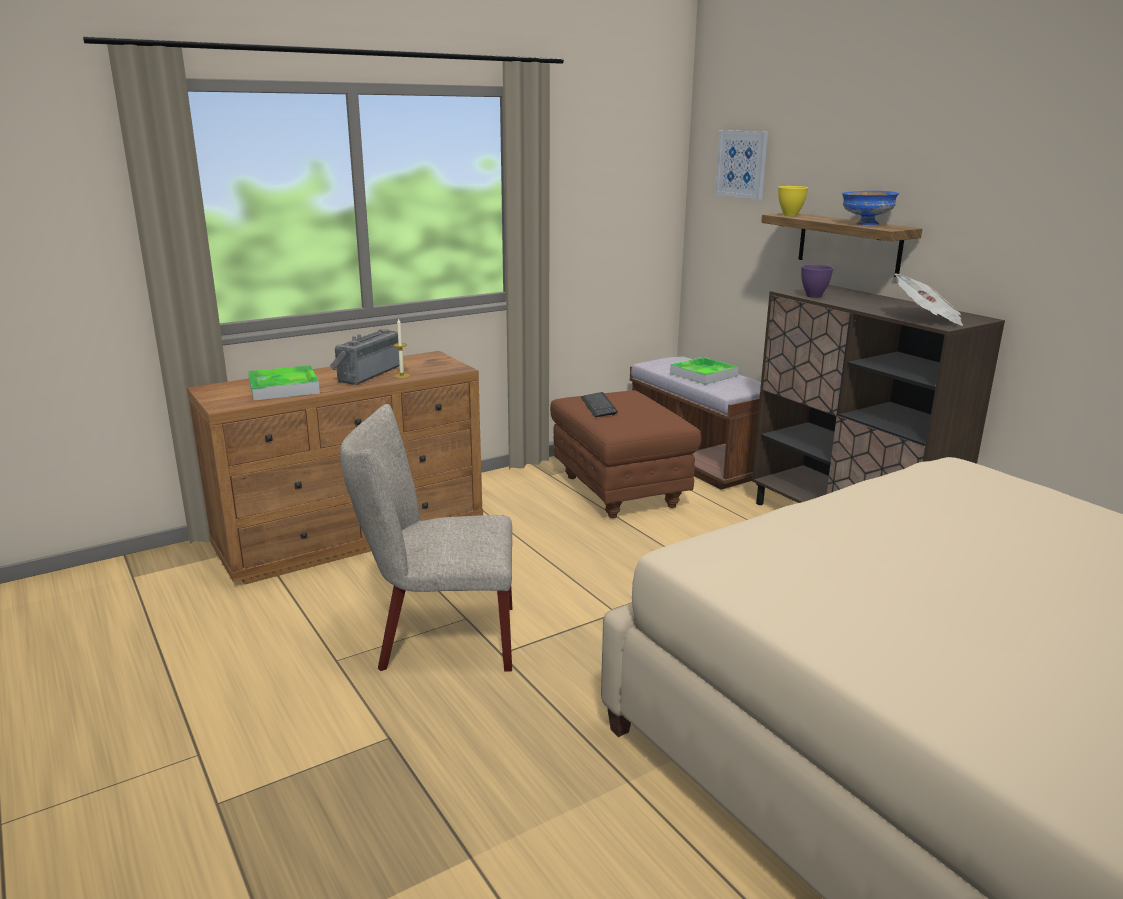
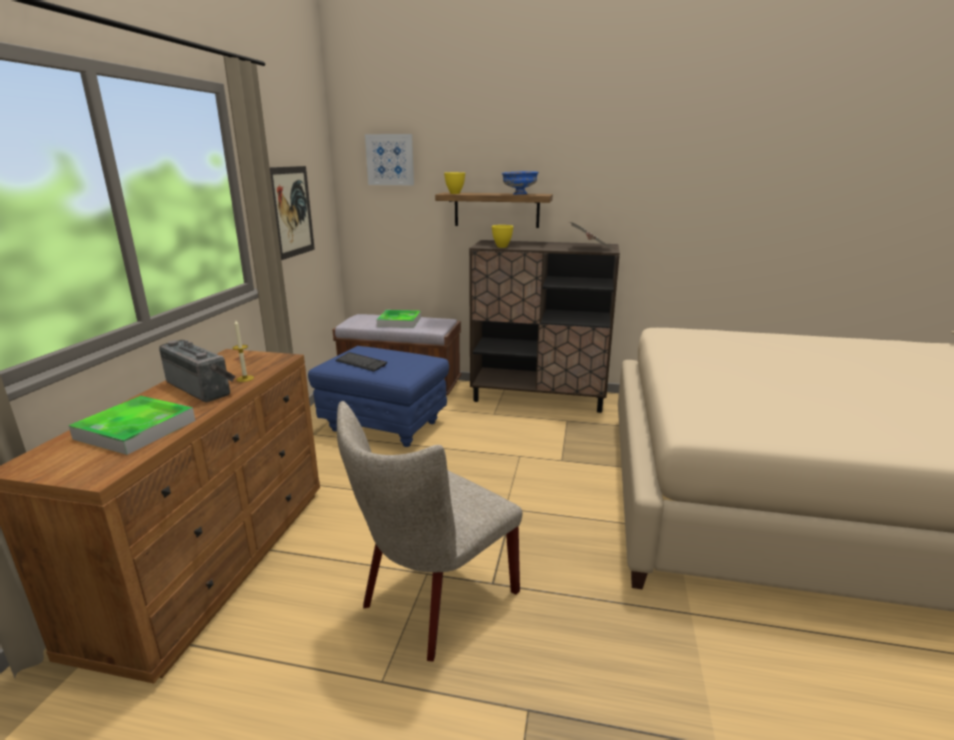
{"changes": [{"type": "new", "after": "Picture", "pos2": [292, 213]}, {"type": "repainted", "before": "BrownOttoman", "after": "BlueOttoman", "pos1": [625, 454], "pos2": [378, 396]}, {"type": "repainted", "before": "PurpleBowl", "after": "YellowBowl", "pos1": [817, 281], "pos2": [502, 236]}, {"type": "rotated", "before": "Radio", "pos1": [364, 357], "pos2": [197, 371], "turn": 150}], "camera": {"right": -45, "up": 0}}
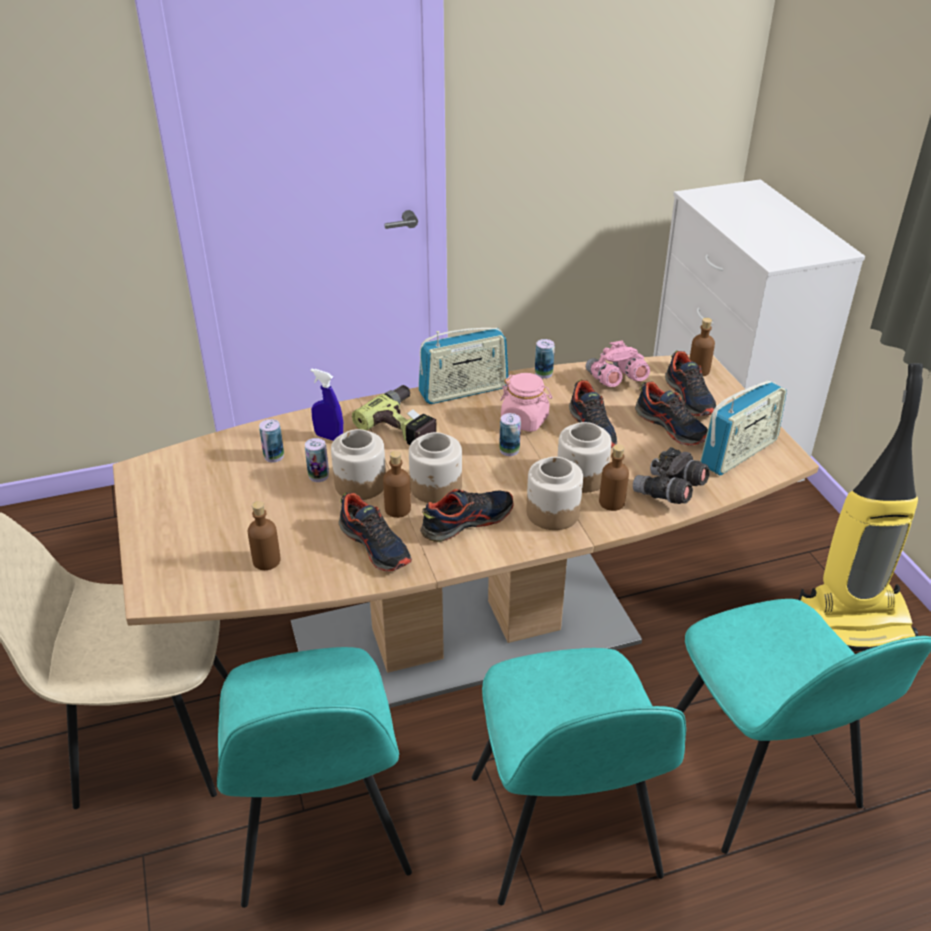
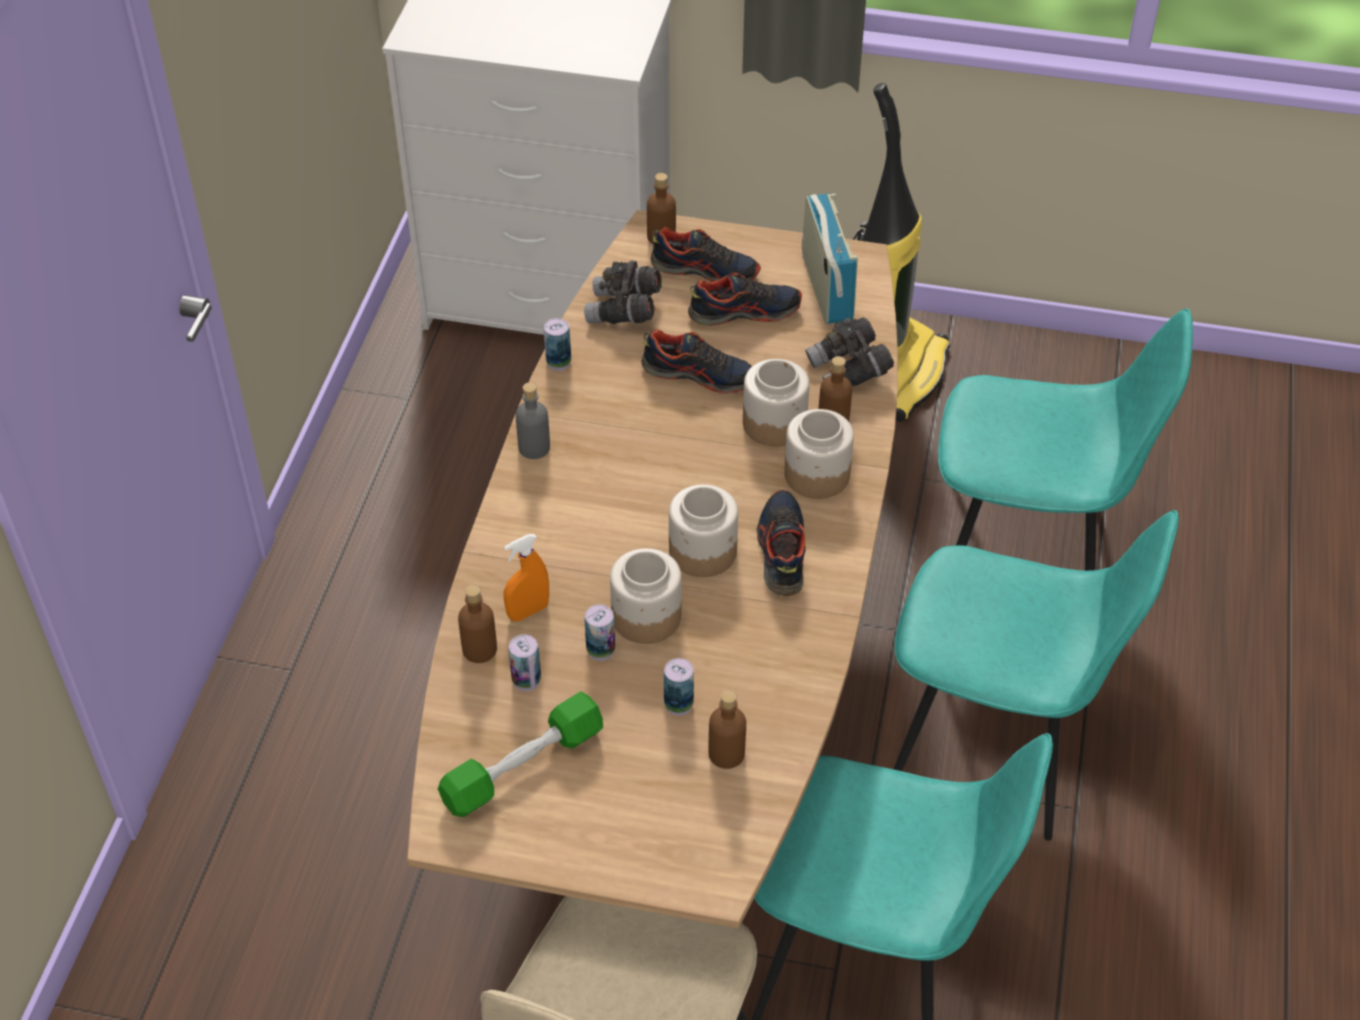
{"changes": [{"type": "gone", "before": "Shoe", "pos1": [375, 532]}, {"type": "gone", "before": "PowerDrill", "pos1": [394, 415]}, {"type": "gone", "before": "PinkJar", "pos1": [526, 402]}, {"type": "new", "after": "GreenDumbbell", "pos2": [520, 754]}, {"type": "shifted", "before": "BrownBottle", "pos1": [397, 484], "pos2": [477, 624]}, {"type": "shifted", "before": "Can", "pos1": [510, 434], "pos2": [679, 687]}, {"type": "swapped", "before": "Radio", "after": "GreyBottle", "pos1": [463, 366], "pos2": [533, 420]}, {"type": "repainted", "before": "BlueSprayBottle", "after": "OrangeSprayBottle", "pos1": [326, 404], "pos2": [526, 577]}, {"type": "repainted", "before": "PinkBinoculars", "after": "GreyBinoculars", "pos1": [618, 363], "pos2": [623, 292]}], "camera": {"right": -60, "up": 10}}
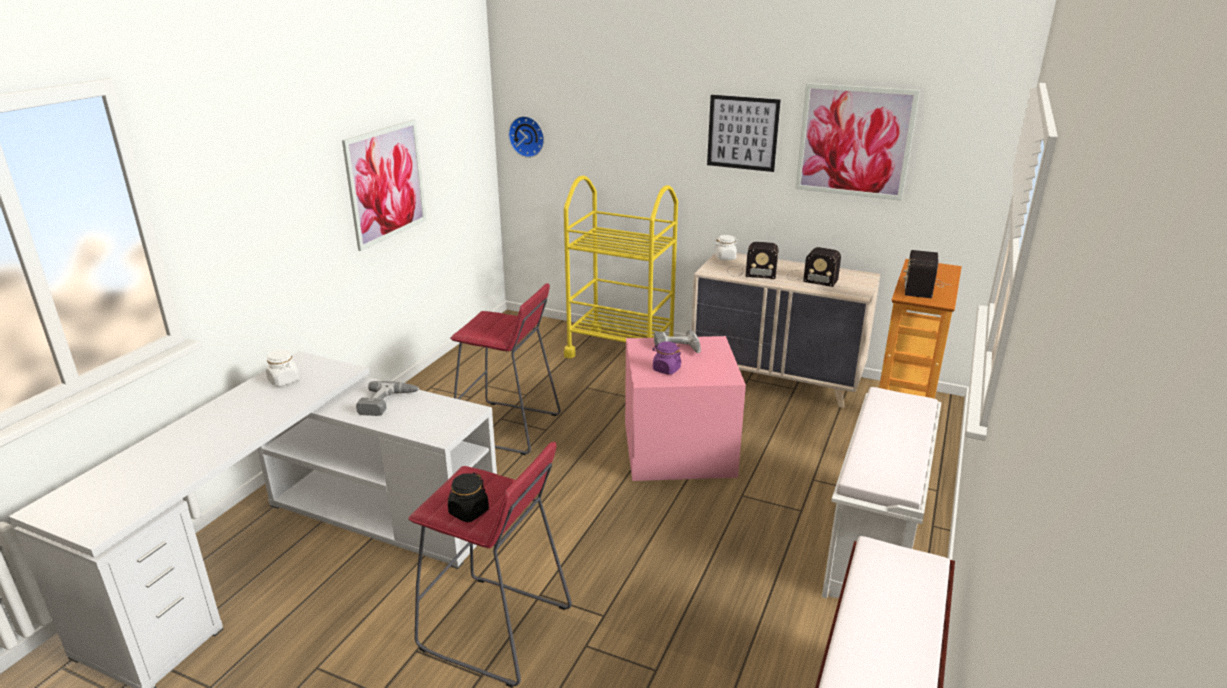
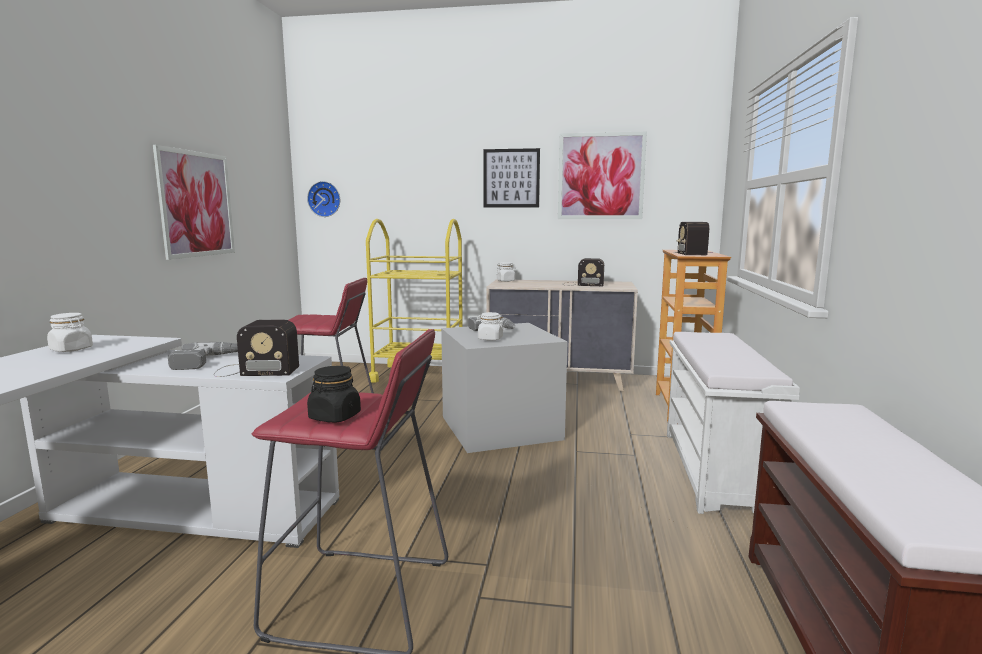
{"changes": [{"type": "shifted", "before": "Radio", "pos1": [752, 260], "pos2": [256, 348]}, {"type": "repainted", "before": "PinkStorageBox", "after": "GreyStorageBox", "pos1": [685, 408], "pos2": [504, 388]}, {"type": "repainted", "before": "PurpleJar", "after": "WhiteJar", "pos1": [667, 358], "pos2": [490, 326]}], "camera": {"right": -15, "up": -15}}
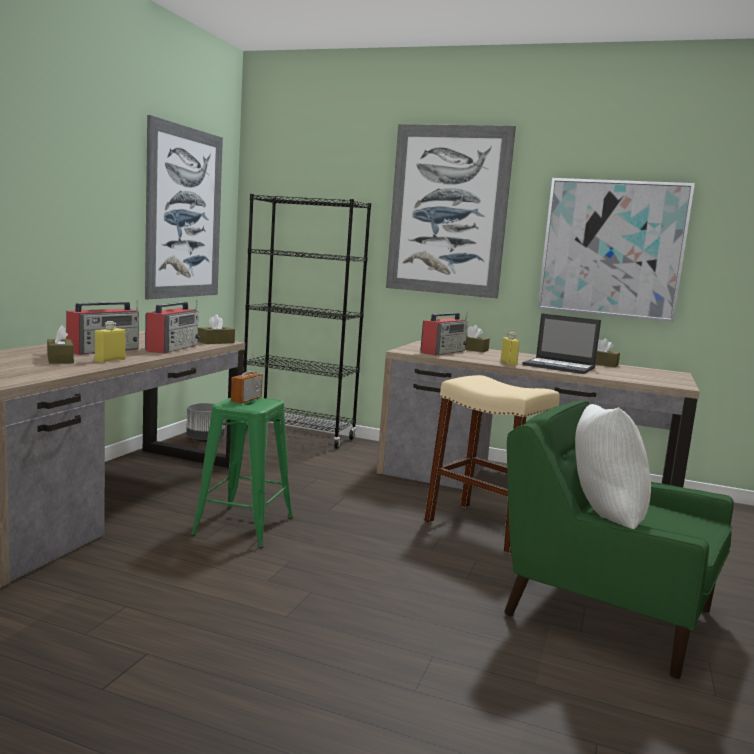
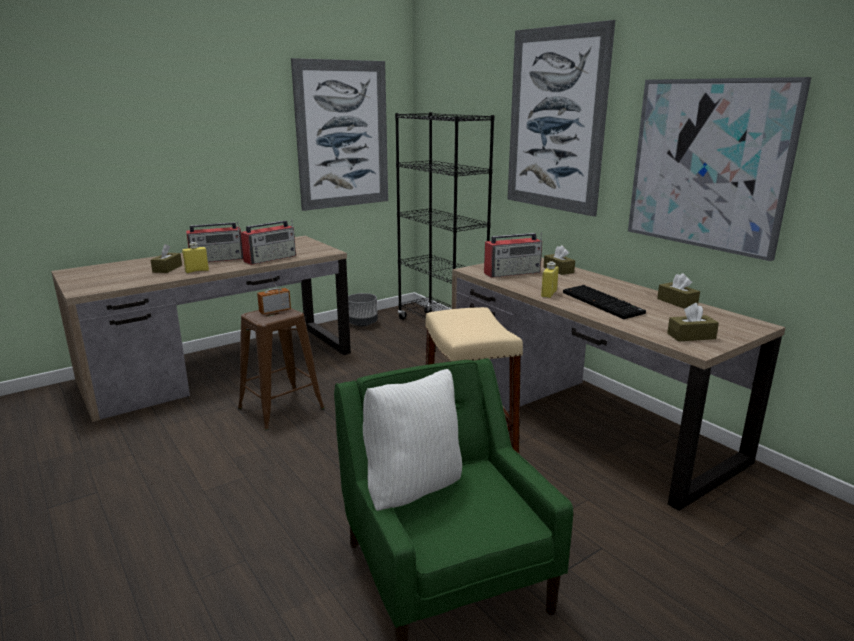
{"changes": [{"type": "shifted", "before": "BrownTissueBox", "pos1": [216, 329], "pos2": [693, 322]}, {"type": "swapped", "before": "Laptop", "after": "Keyboard", "pos1": [562, 343], "pos2": [604, 302]}, {"type": "repainted", "before": "GreenStool", "after": "BrownStool", "pos1": [242, 473], "pos2": [281, 369]}], "camera": {"right": 35, "up": 10}}
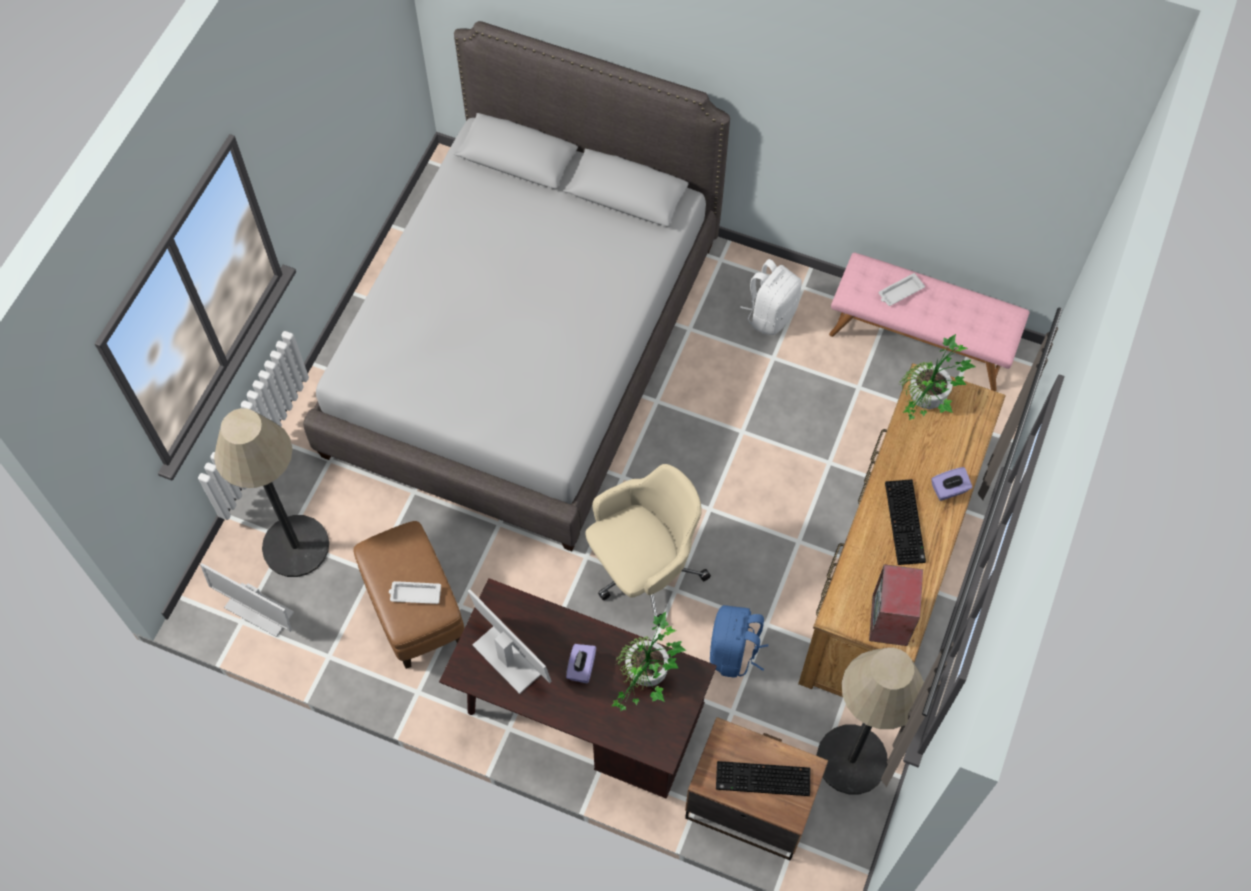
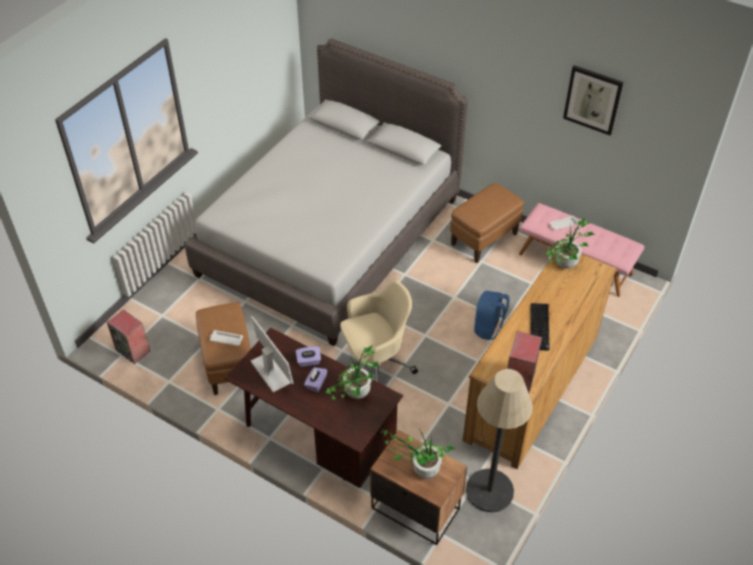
{"changes": [{"type": "gone", "before": "FloorLamp", "pos1": [271, 492]}, {"type": "new", "after": "Picture", "pos2": [593, 100]}, {"type": "shifted", "before": "BlueBackpack", "pos1": [739, 641], "pos2": [492, 315]}, {"type": "shifted", "before": "PurpleTissueBox", "pos1": [951, 484], "pos2": [308, 356]}, {"type": "swapped", "before": "Monitor", "after": "Speaker", "pos1": [247, 600], "pos2": [128, 336]}, {"type": "swapped", "before": "Keyboard", "after": "PottedPlant", "pos1": [763, 778], "pos2": [418, 453]}, {"type": "swapped", "before": "WhiteBackpack", "after": "BrownOttoman", "pos1": [771, 297], "pos2": [487, 223]}], "camera": {"right": 10, "up": -15}}
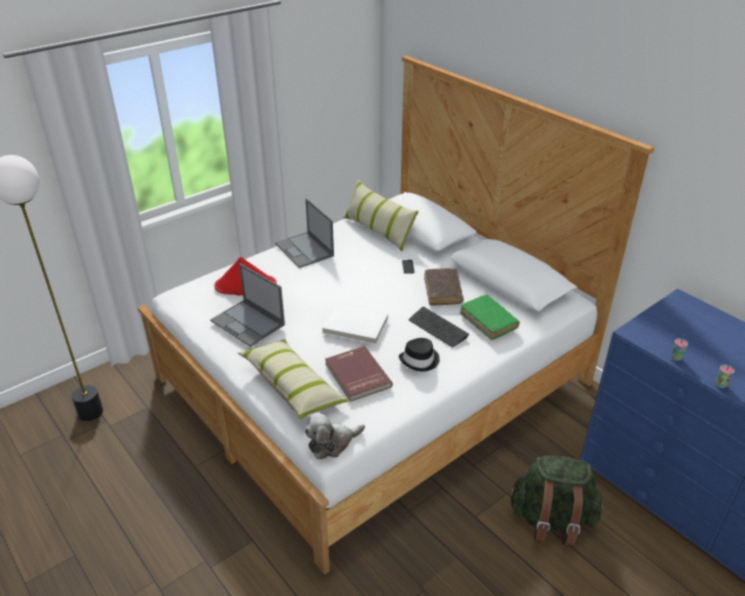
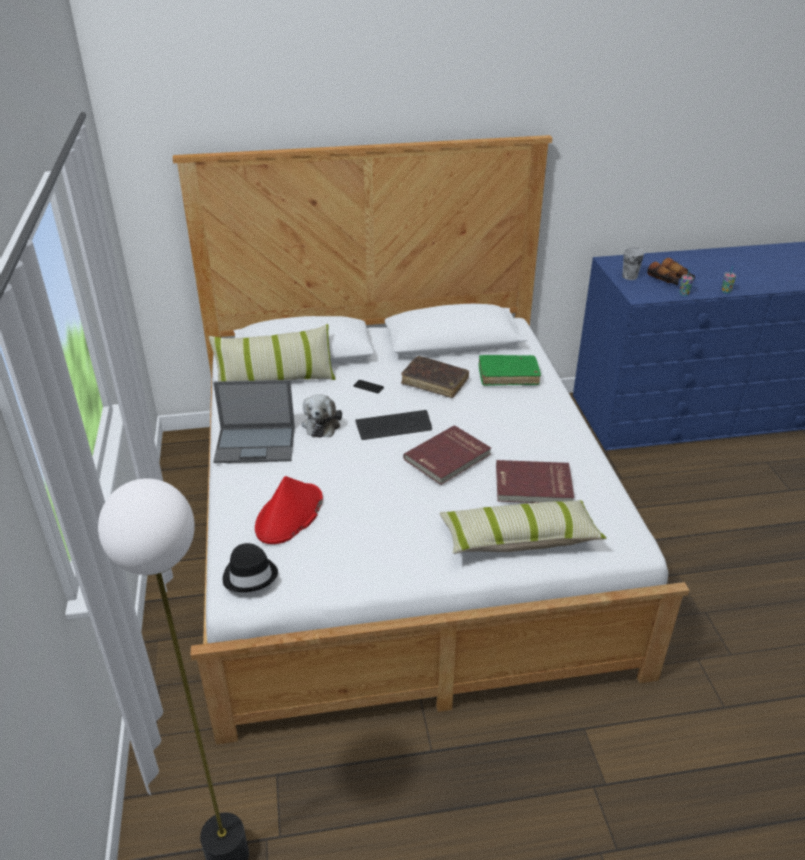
{"changes": [{"type": "gone", "before": "Laptop", "pos1": [247, 305]}, {"type": "gone", "before": "GreenBackpack", "pos1": [556, 501]}, {"type": "new", "after": "Cup", "pos2": [633, 264]}, {"type": "new", "after": "Binoculars", "pos2": [671, 271]}, {"type": "shifted", "before": "PlushToy", "pos1": [335, 435], "pos2": [322, 416]}, {"type": "shifted", "before": "BlackHat", "pos1": [419, 355], "pos2": [250, 567]}, {"type": "shifted", "before": "Keyboard", "pos1": [439, 327], "pos2": [393, 425]}, {"type": "repainted", "before": "WhiteBook", "after": "RedBook", "pos1": [355, 324], "pos2": [447, 455]}], "camera": {"right": -60, "up": 0}}
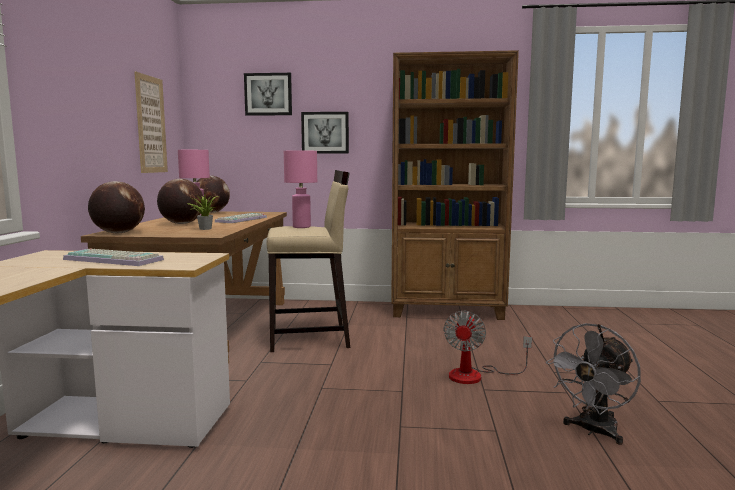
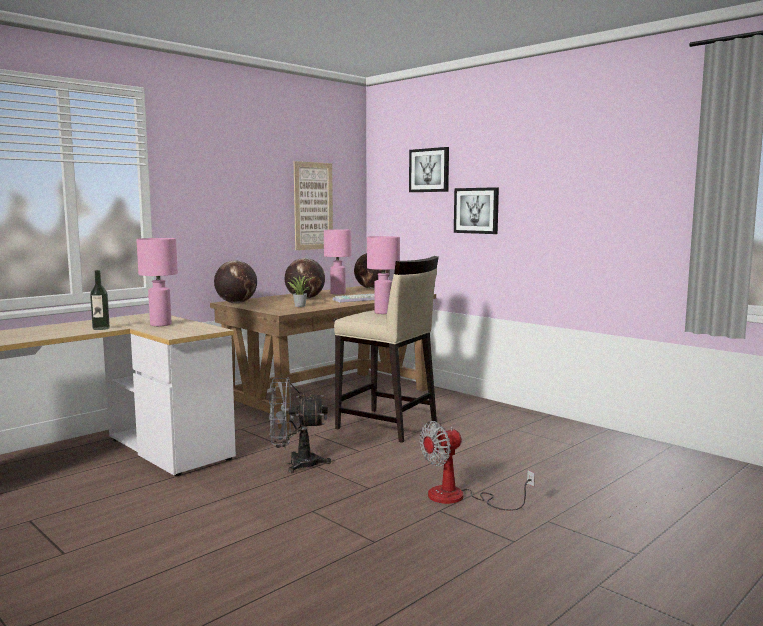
{"changes": [{"type": "gone", "before": "BrownBookcase", "pos1": [455, 185]}, {"type": "new", "after": "Bottle", "pos2": [100, 300]}, {"type": "shifted", "before": "GreyFan", "pos1": [593, 384], "pos2": [300, 425]}, {"type": "swapped", "before": "Keyboard", "after": "PinkTableLamp", "pos1": [113, 257], "pos2": [157, 282]}], "camera": {"right": 40, "up": 0}}
